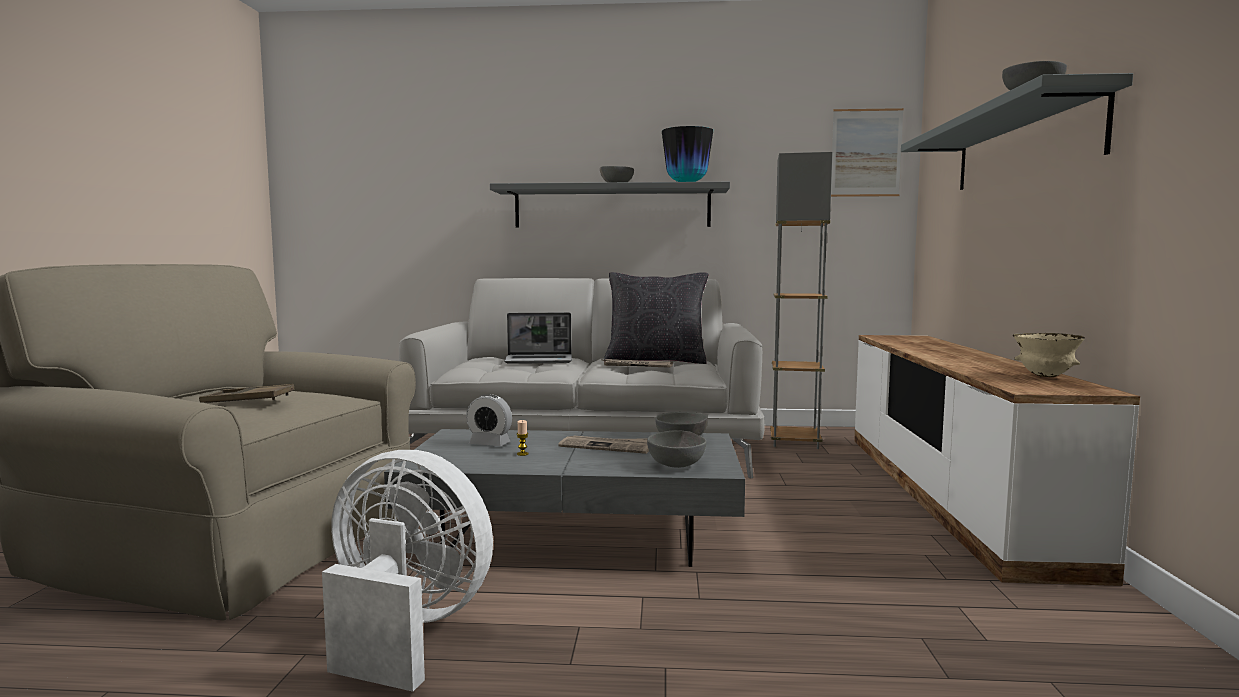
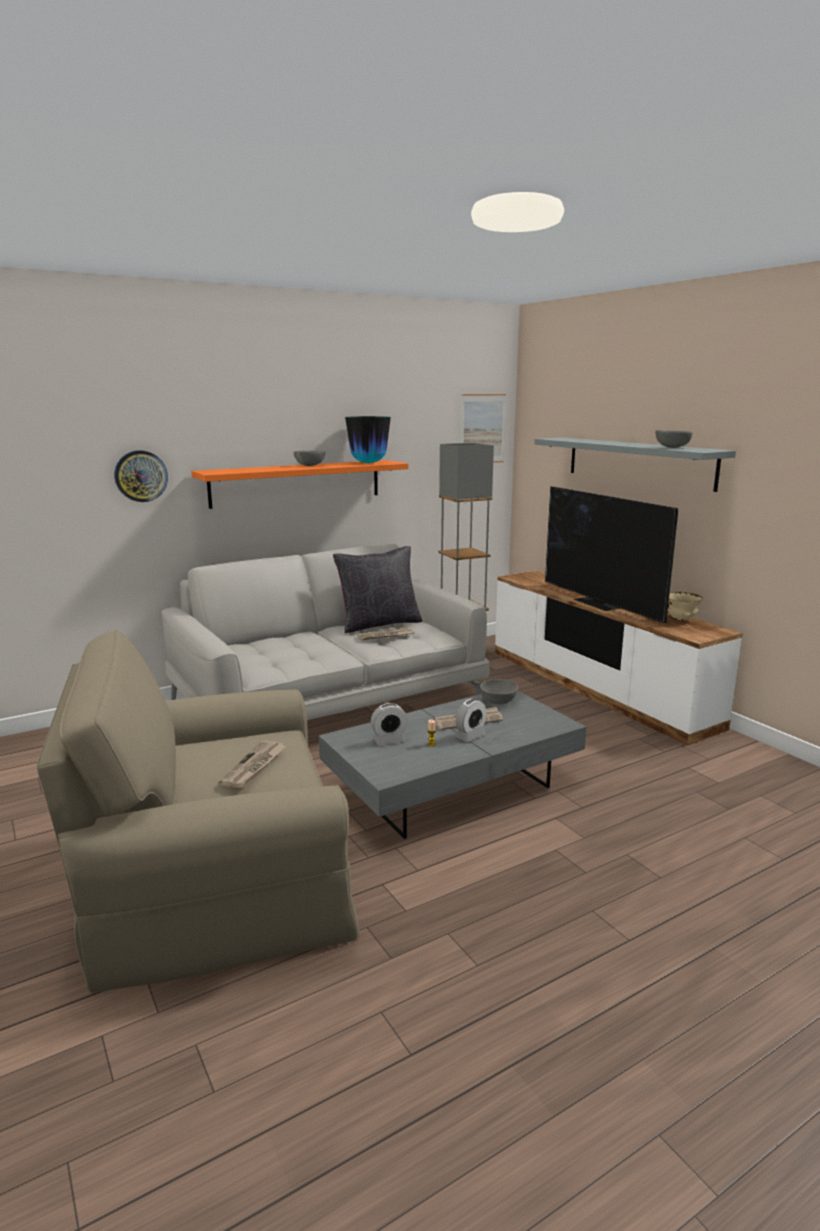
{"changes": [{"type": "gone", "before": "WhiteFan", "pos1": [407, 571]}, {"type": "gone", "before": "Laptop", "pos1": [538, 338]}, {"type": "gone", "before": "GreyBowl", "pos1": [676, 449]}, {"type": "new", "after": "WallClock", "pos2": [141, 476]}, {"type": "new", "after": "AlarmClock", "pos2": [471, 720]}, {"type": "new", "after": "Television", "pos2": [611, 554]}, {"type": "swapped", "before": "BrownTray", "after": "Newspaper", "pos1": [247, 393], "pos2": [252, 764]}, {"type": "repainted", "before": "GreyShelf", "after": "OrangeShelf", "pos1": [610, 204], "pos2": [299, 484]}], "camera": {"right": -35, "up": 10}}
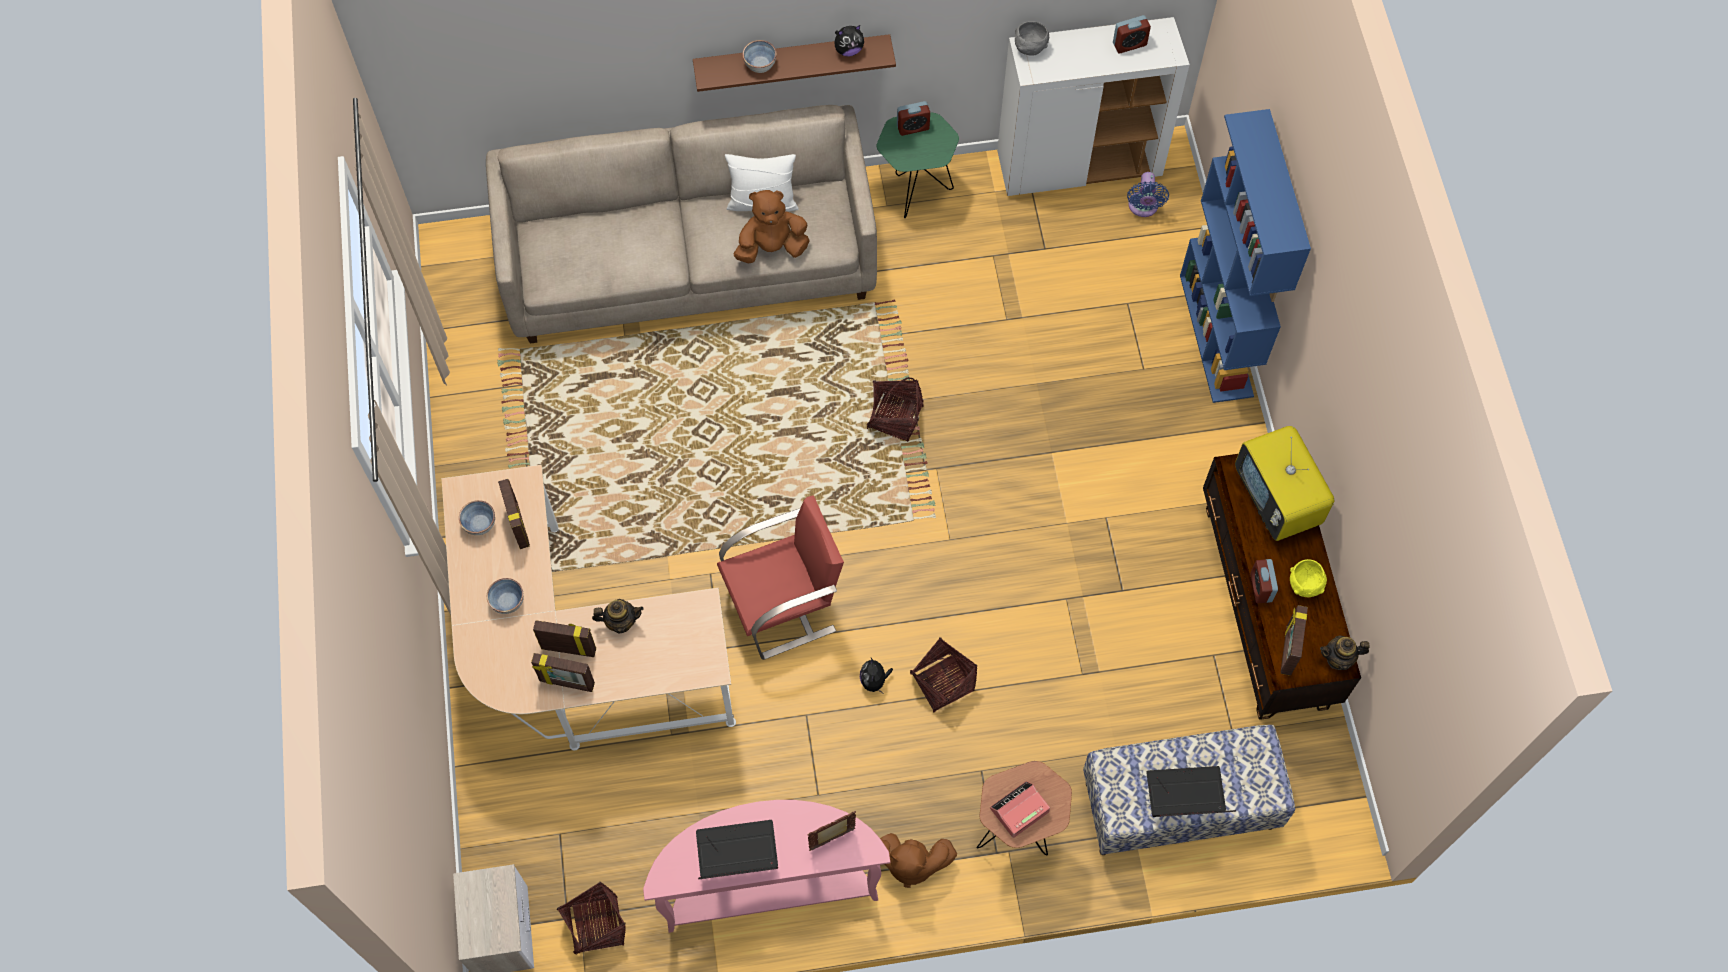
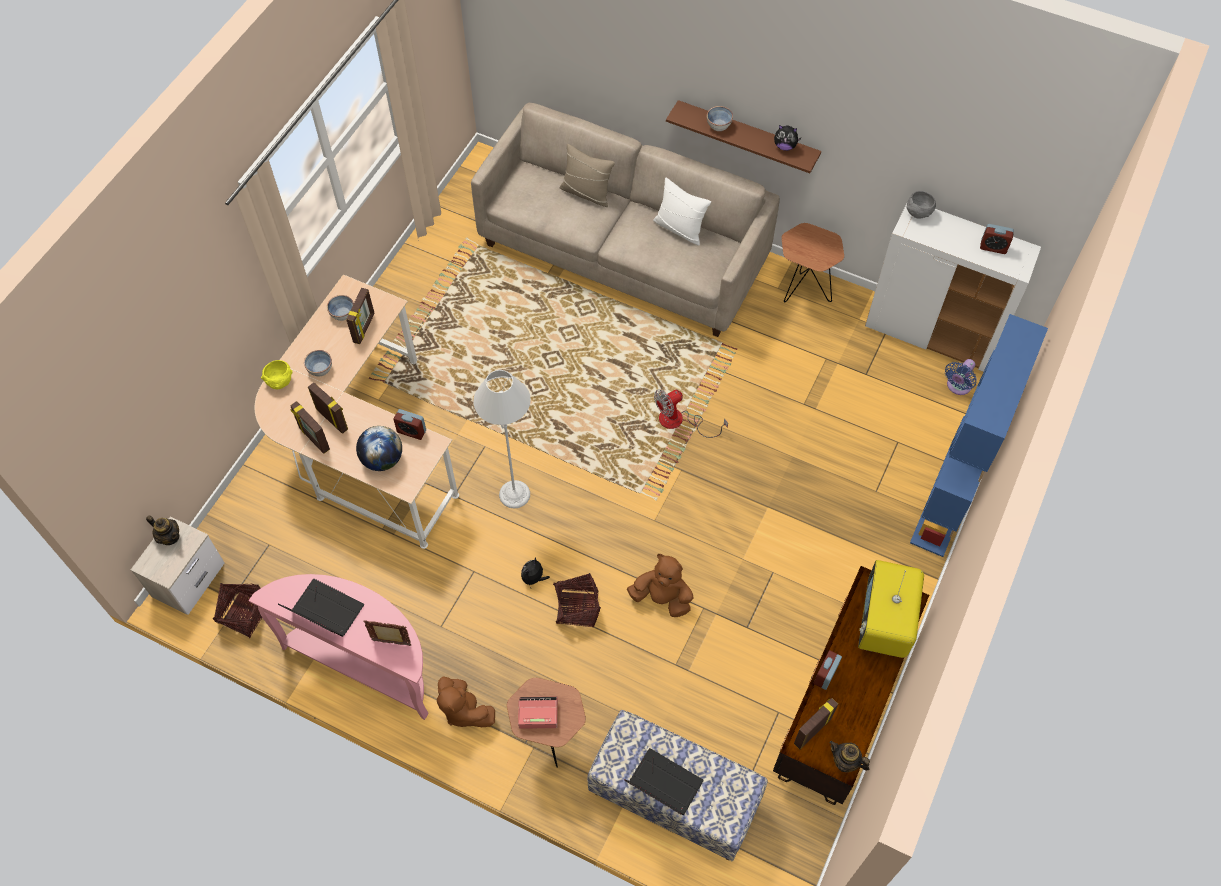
{"changes": [{"type": "new", "after": "Globe", "pos2": [379, 448]}, {"type": "new", "after": "BeigePillow", "pos2": [587, 175]}, {"type": "shifted", "before": "Teapot", "pos1": [618, 616], "pos2": [163, 530]}, {"type": "shifted", "before": "BrownPlushToy", "pos1": [772, 227], "pos2": [660, 585]}, {"type": "shifted", "before": "AlarmClock", "pos1": [913, 118], "pos2": [409, 424]}, {"type": "shifted", "before": "YellowBowl", "pos1": [1308, 578], "pos2": [276, 374]}, {"type": "swapped", "before": "RedChair", "after": "GreyFloorLamp", "pos1": [780, 577], "pos2": [502, 439]}, {"type": "swapped", "before": "Basket", "after": "Fan", "pos1": [895, 409], "pos2": [691, 413]}, {"type": "repainted", "before": "GreenSideTable", "after": "BrownSideTable", "pos1": [918, 165], "pos2": [812, 262]}], "camera": {"right": 35, "up": -5}}
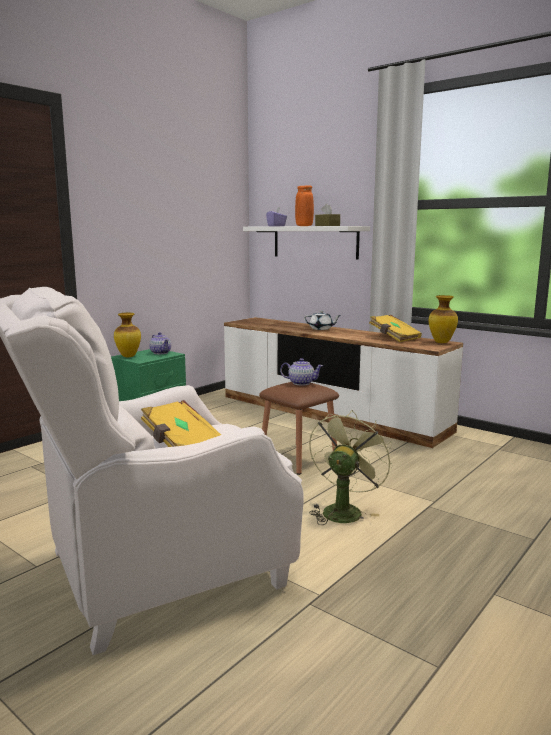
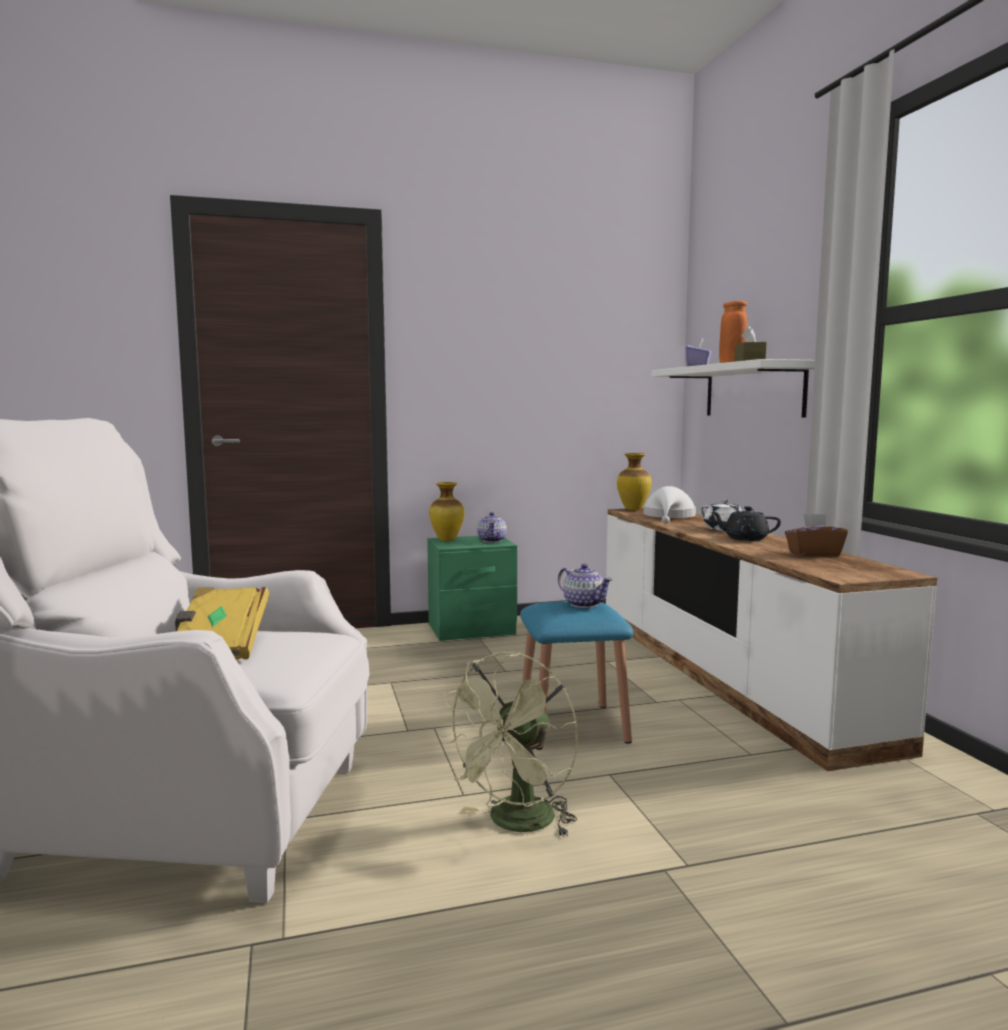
{"changes": [{"type": "new", "after": "WhiteHat", "pos2": [670, 505]}, {"type": "new", "after": "BlackTeapot", "pos2": [746, 523]}, {"type": "shifted", "before": "Vase", "pos1": [443, 319], "pos2": [634, 481]}, {"type": "swapped", "before": "YellowBook", "after": "BrownTissueBox", "pos1": [395, 328], "pos2": [816, 535]}, {"type": "repainted", "before": "BrownStool", "after": "BlueStool", "pos1": [299, 428], "pos2": [577, 675]}, {"type": "rotated", "before": "GreenFan", "pos1": [351, 467], "pos2": [508, 745], "turn": 150}], "camera": {"right": 35, "up": -5}}
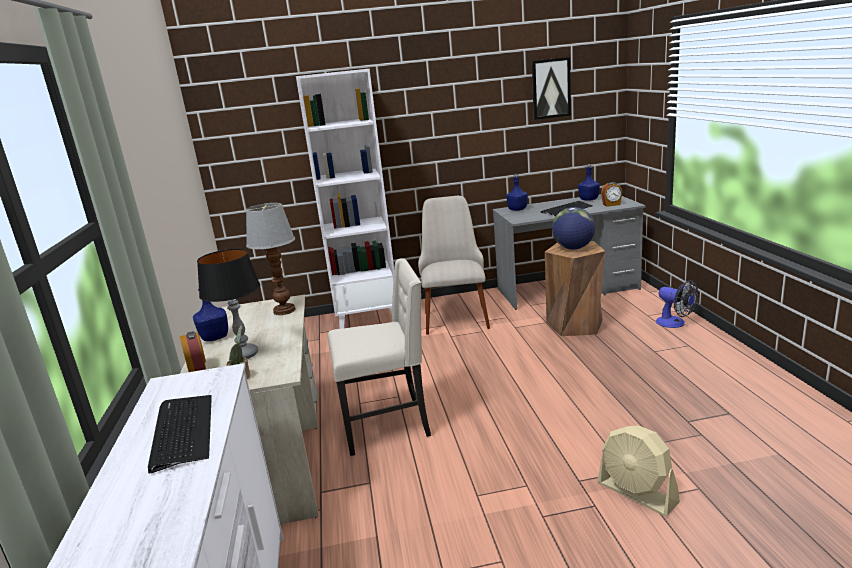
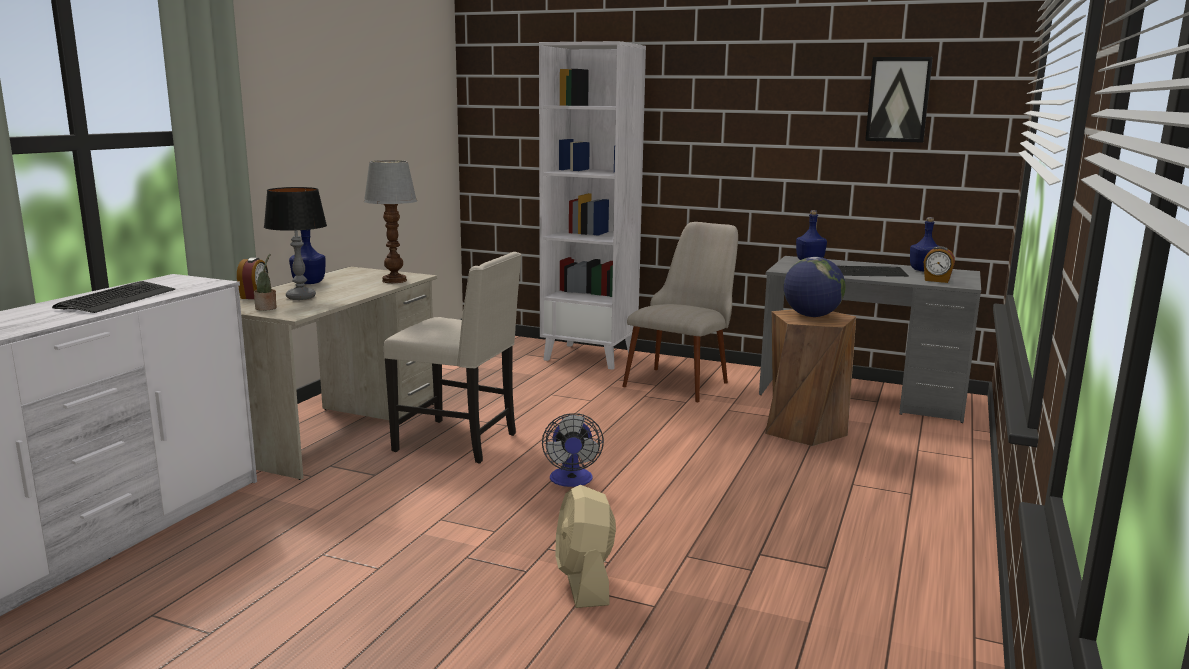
{"changes": [{"type": "shifted", "before": "Fan", "pos1": [677, 304], "pos2": [573, 450]}], "camera": {"right": 30, "up": -5}}
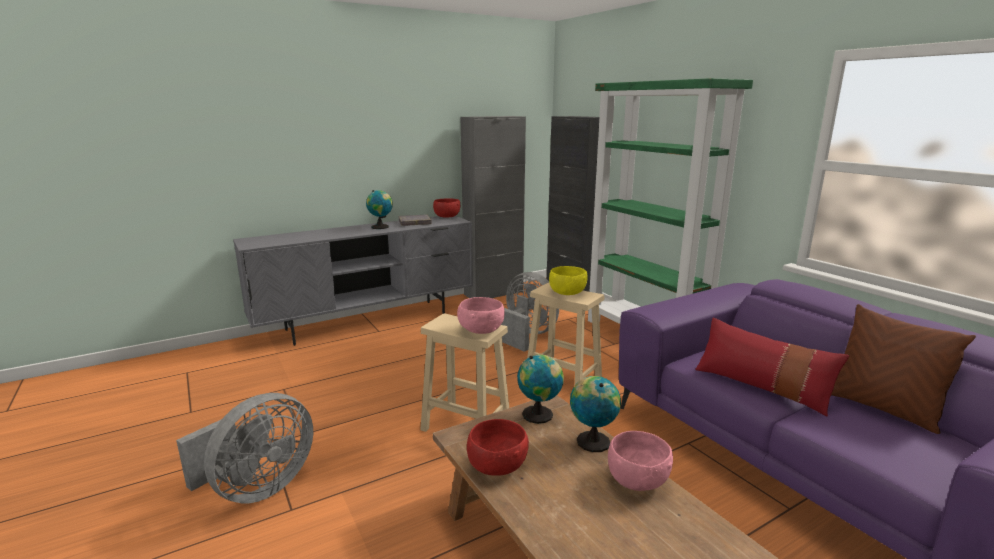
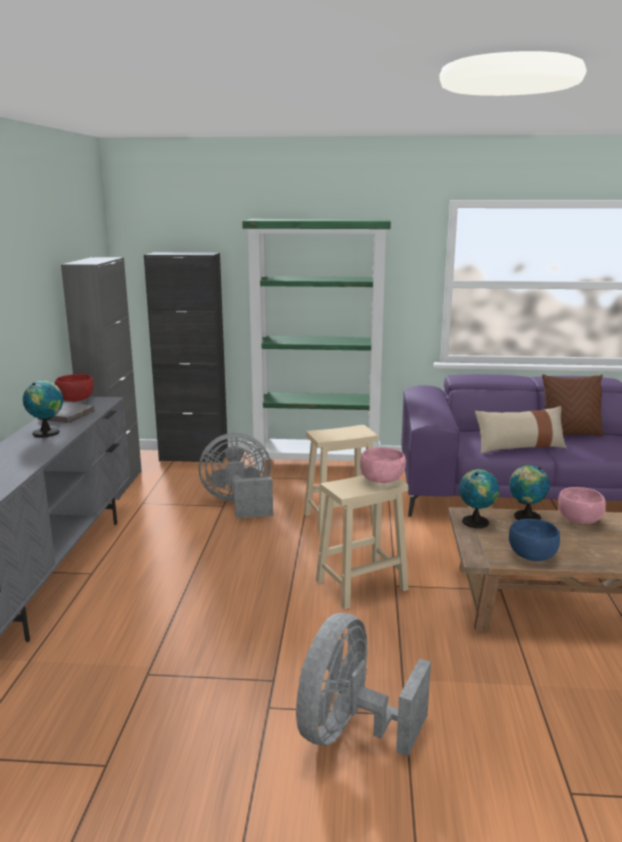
{"changes": [{"type": "gone", "before": "YellowBowl", "pos1": [568, 280]}, {"type": "repainted", "before": "RedBowl", "after": "BlueBowl", "pos1": [498, 447], "pos2": [534, 540]}, {"type": "repainted", "before": "RedPillow", "after": "BeigePillow", "pos1": [772, 367], "pos2": [521, 430]}, {"type": "rotated", "before": "GreyFan", "pos1": [244, 448], "pos2": [363, 684], "turn": -135}], "camera": {"right": -55, "up": 0}}
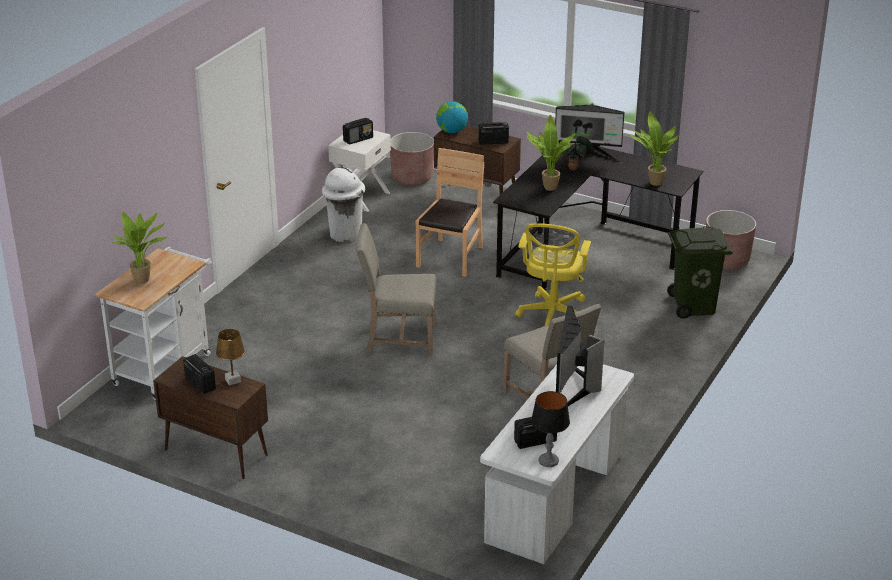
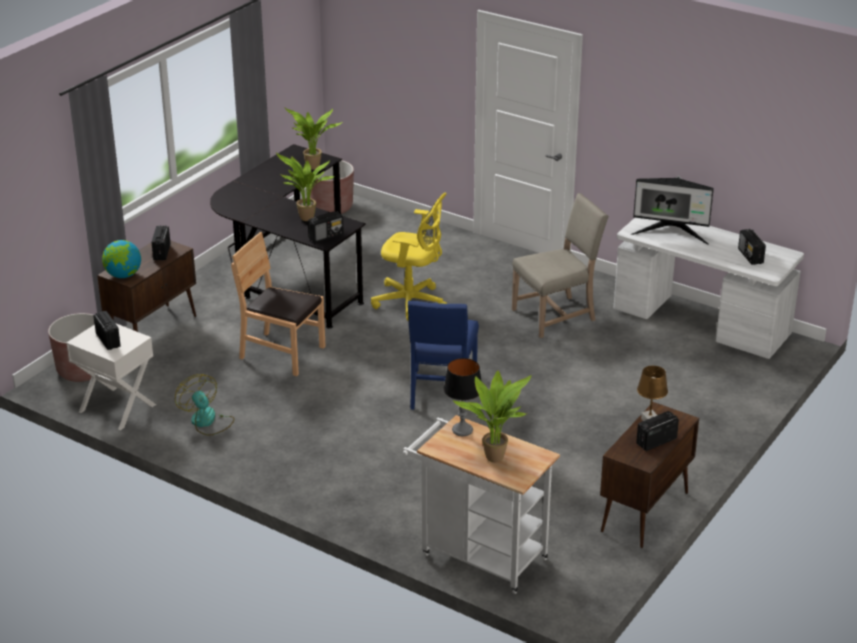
{"changes": [{"type": "gone", "before": "Monitor", "pos1": [589, 133]}, {"type": "gone", "before": "PottedPlant", "pos1": [576, 153]}, {"type": "gone", "before": "GreenTrashCan", "pos1": [700, 273]}, {"type": "new", "after": "Radio", "pos2": [326, 227]}, {"type": "shifted", "before": "TableLamp", "pos1": [550, 429], "pos2": [462, 397]}, {"type": "swapped", "before": "WhiteTrashCan", "after": "Fan", "pos1": [343, 204], "pos2": [205, 405]}, {"type": "repainted", "before": "BeigeChair", "after": "BlueChair", "pos1": [396, 290], "pos2": [443, 355]}], "camera": {"right": -85, "up": 0}}
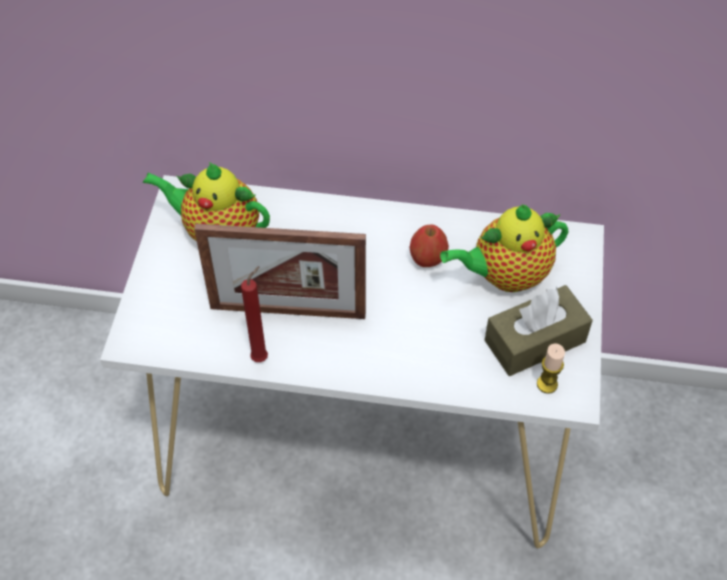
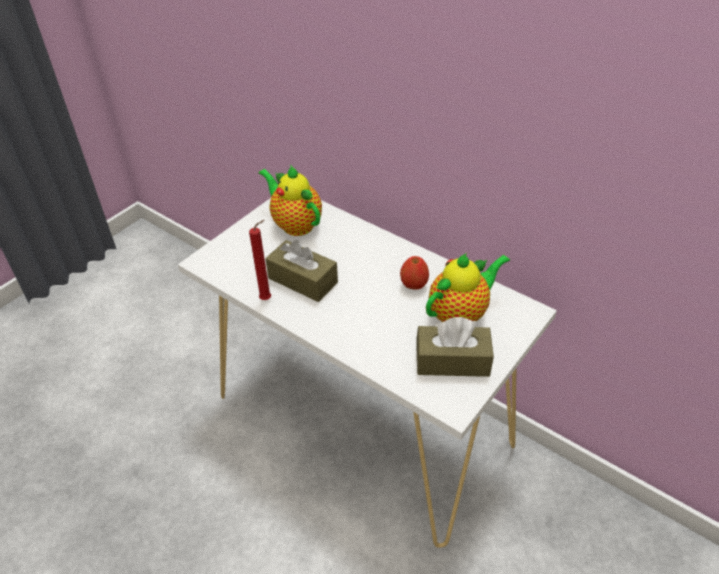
{"changes": [{"type": "gone", "before": "Candle", "pos1": [551, 369]}, {"type": "swapped", "before": "PictureFrame", "after": "BrownTissueBox", "pos1": [280, 271], "pos2": [301, 271]}, {"type": "rotated", "before": "Teapot", "pos1": [504, 248], "pos2": [468, 287], "turn": 135}], "camera": {"right": 30, "up": -10}}
